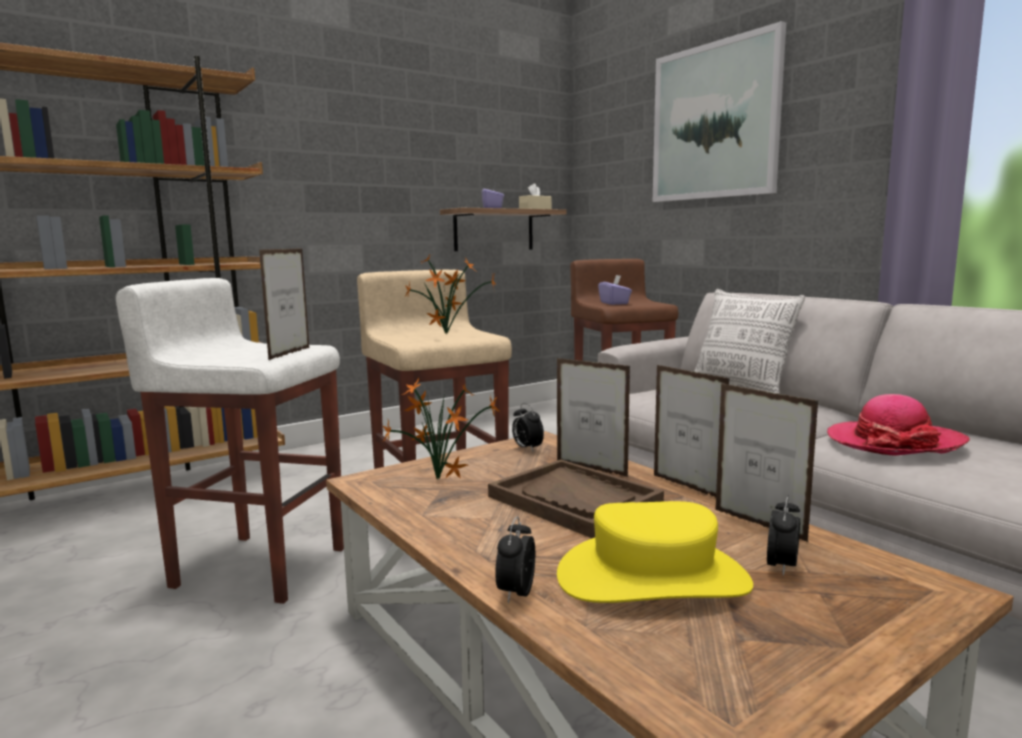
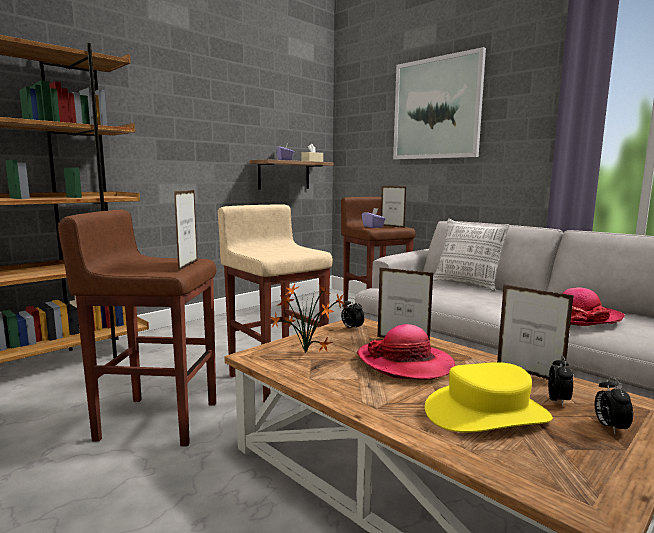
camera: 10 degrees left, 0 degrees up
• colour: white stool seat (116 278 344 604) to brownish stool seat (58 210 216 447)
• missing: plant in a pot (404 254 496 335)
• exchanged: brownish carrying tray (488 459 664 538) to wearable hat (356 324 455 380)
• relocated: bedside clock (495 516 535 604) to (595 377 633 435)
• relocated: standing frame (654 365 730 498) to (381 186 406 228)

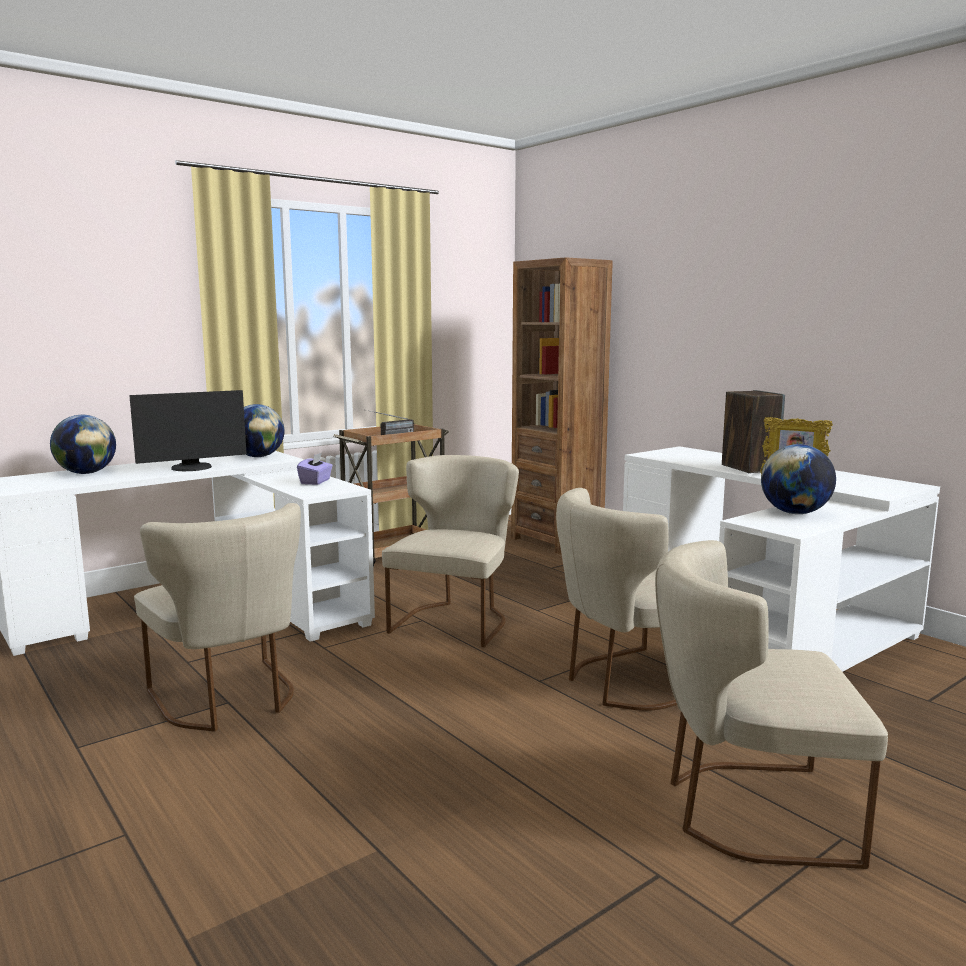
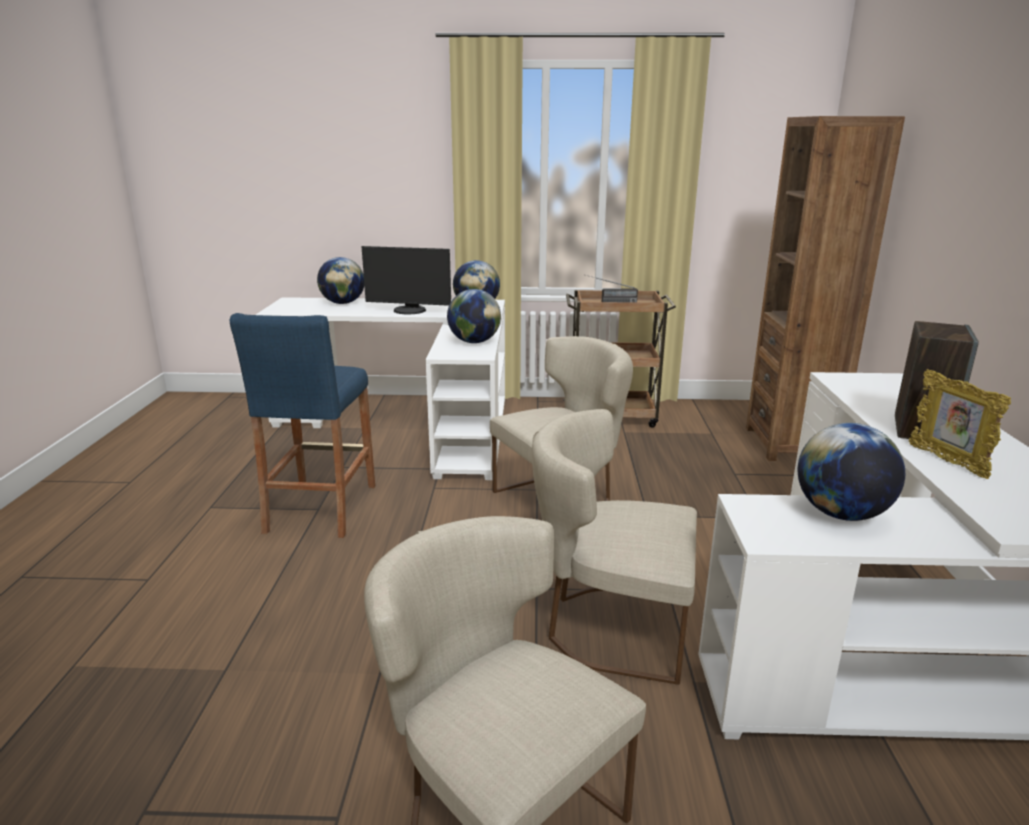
camera: 40 degrees right, 10 degrees up
• exchanged: sand-coloured chair (134 503 301 732) to bluish stool seat (230 313 375 538)
• exchanged: purple-coloured tissue holder (297 453 333 485) to desk globe (447 289 501 343)

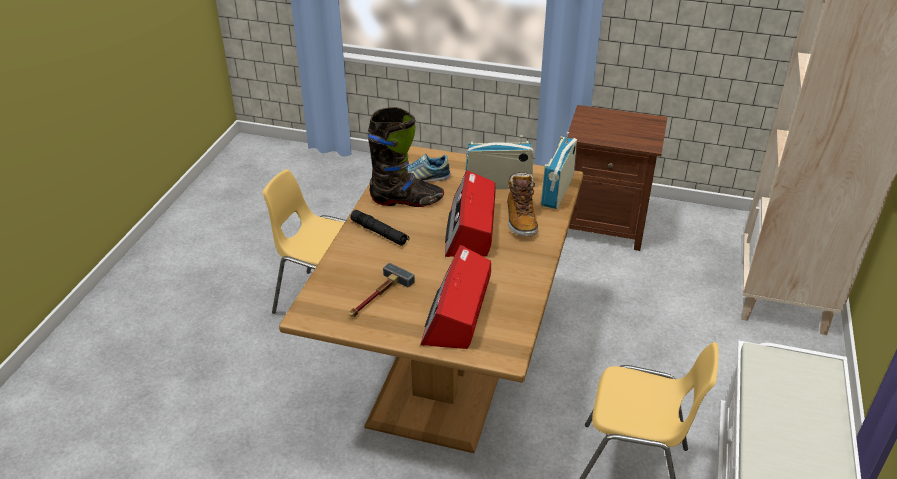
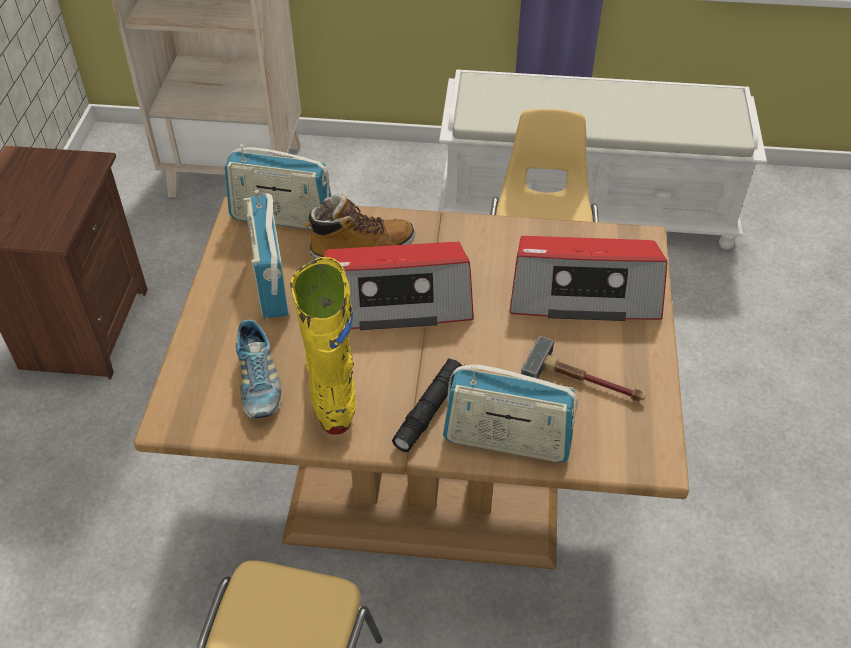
camera: 100 degrees left, 10 degrees up
• colour: black-coloured high-top boot (368 107 444 207) to yellow-coloured high-top boot (290 257 356 435)
• appeared: radio set (443 365 578 462)

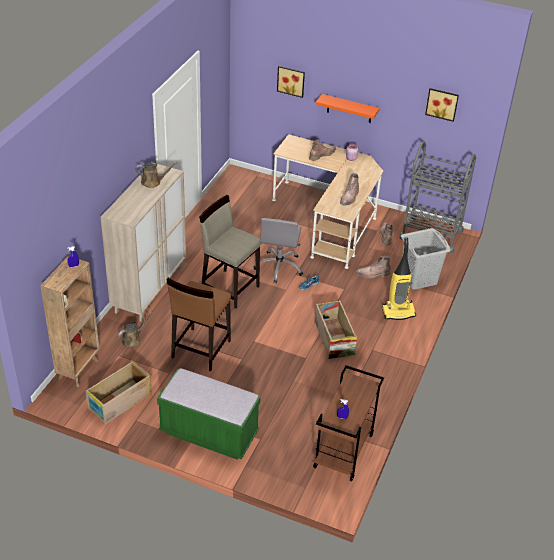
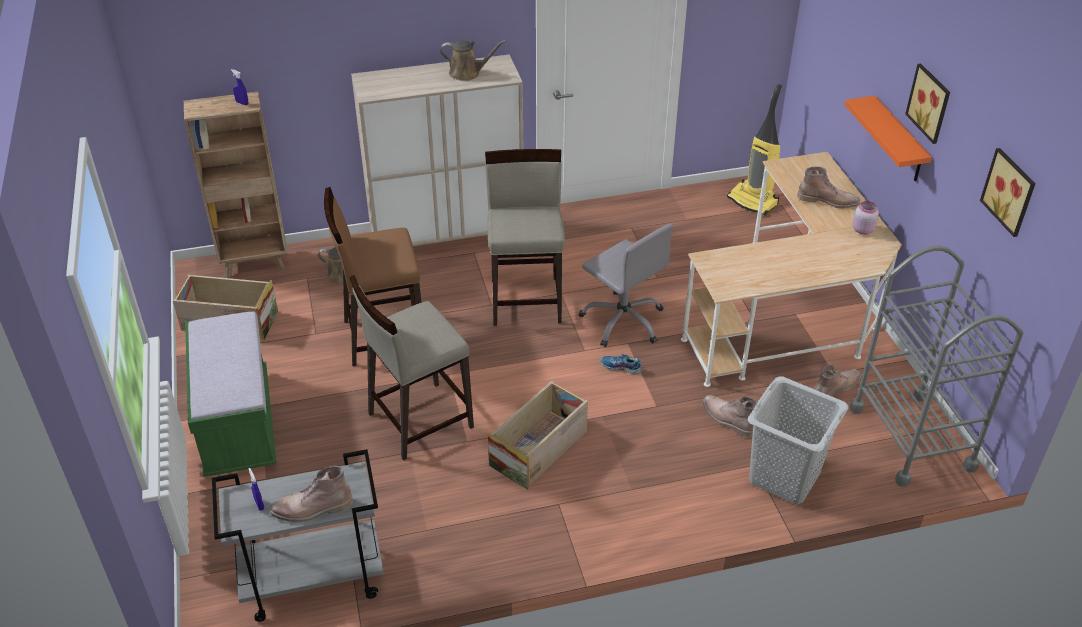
camera: 55 degrees right, 0 degrees up
• spun: brownish watering can (135 162 177 188) = (440 40 506 81) 45 degrees counterclockwise
• spun: greyish desk chair (254 218 303 283) = (579 223 673 347) 105 degrees counterclockwise
• relocated: wall art (277 66 305 98) to (905 64 950 144)
• colour: brownish wheeled cart (313 365 384 481) to greyish wheeled cart (212 449 384 622)
• relocated: brownish high-top boot (340 173 359 206) to (269 466 353 523)
• relocated: vacuum (382 237 416 320) to (727 84 782 216)
• appeared: sand-coloured stool seat (349 275 474 460)

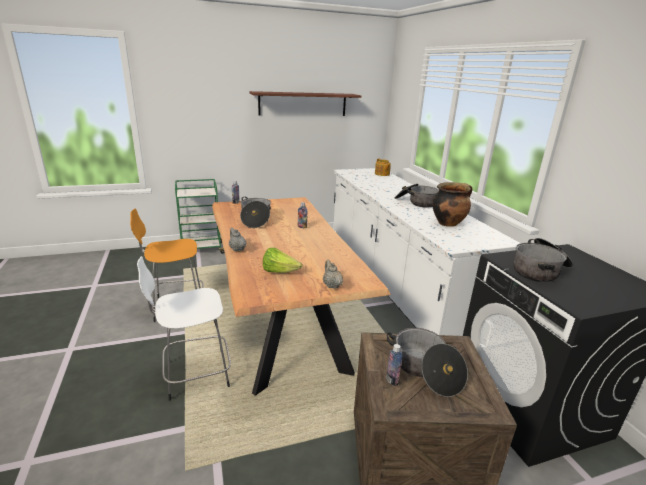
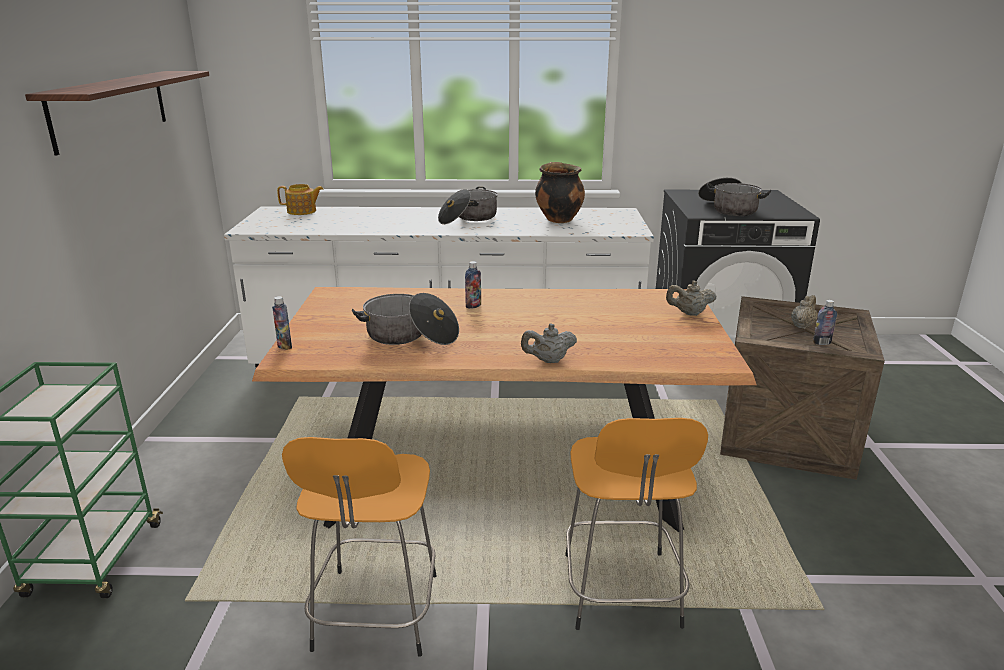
camera: 70 degrees left, 0 degrees up
• colour: white stool seat (137 256 231 401) to orange-coloured stool seat (565 418 708 630)
• missing: lettuce (263 248 302 273)
• exchanged: stockpot (387 328 468 397) to sand-coloured pot for tea (791 295 818 329)

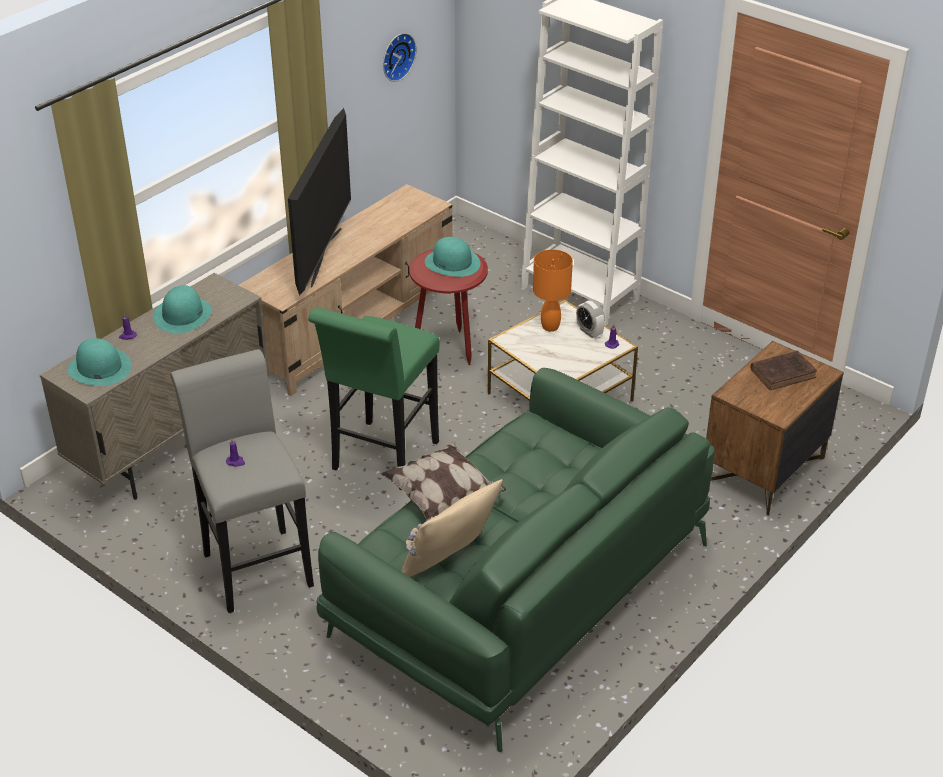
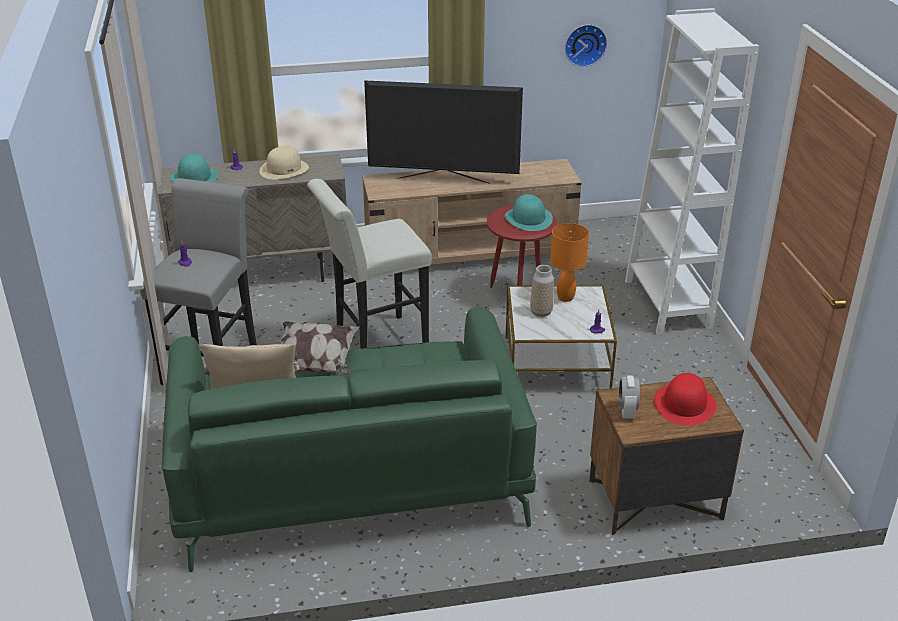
camera: 40 degrees right, 5 degrees down
• colour: turquoise-coloured wearable hat (153 285 212 333) to sand-coloured wearable hat (259 146 309 179)
• spun: TV (288 108 351 296) = (364 80 523 183) 45 degrees clockwise
• colour: greenish stool seat (308 307 440 491) to white stool seat (307 179 432 349)
• relocated: bedside clock (576 300 605 338) to (619 375 640 419)
• exchanged: brownish book (751 351 817 390) to reddish wearable hat (654 373 717 426)
• appeared: vase (530 265 554 317)

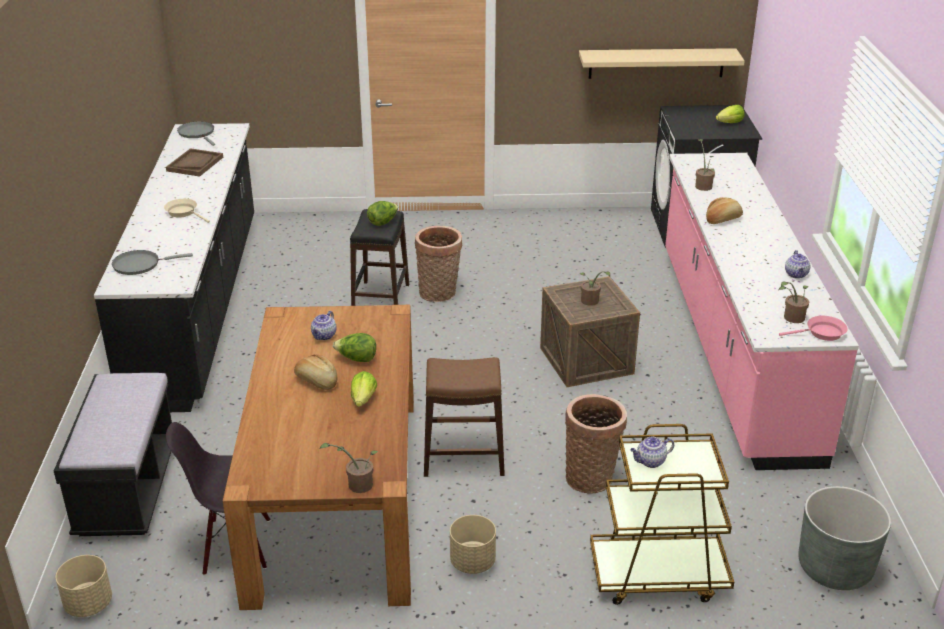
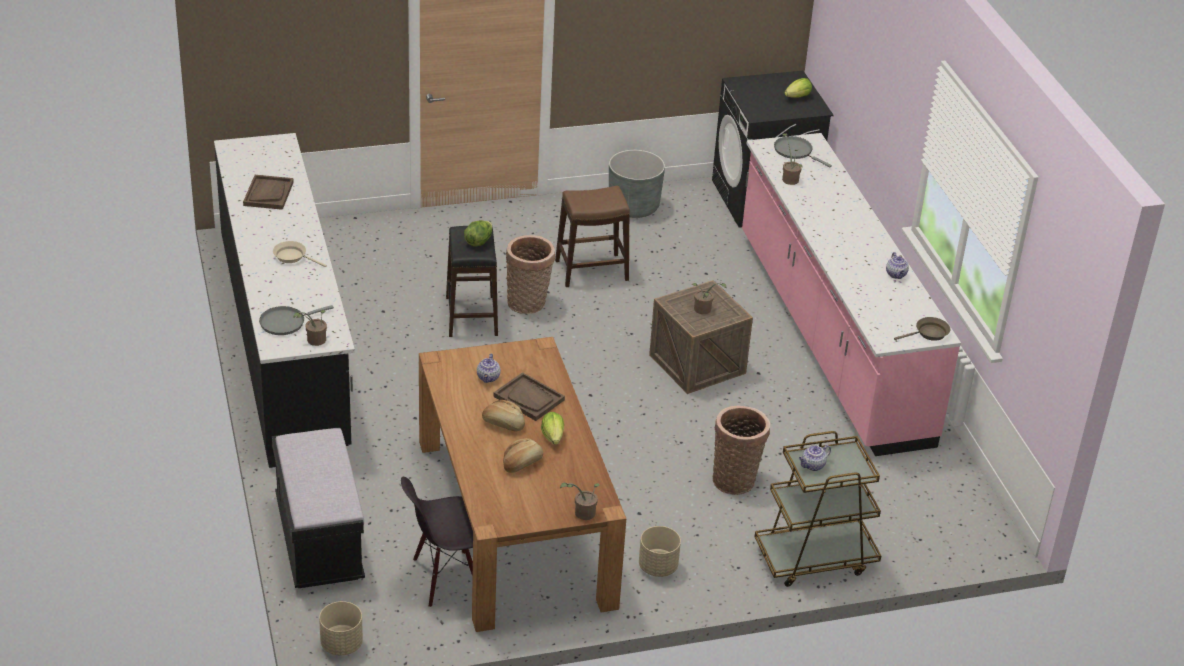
camera: 15 degrees left, 5 degrees up
• relocated: greyish pan (177 121 215 146) to (774 136 832 168)
• exchanged: lettuce (333 333 376 362) to brownish carrying tray (494 372 565 421)
• relocated: brownish stool seat (424 357 505 477) to (555 186 630 287)
• missing: sand-coloured shelf (579 48 745 79)
• relocated: bread (706 197 743 224) to (503 438 543 473)
• relocated: plant in a pot (779 282 809 323) to (294 310 327 346)
• colour: pink-coloured pan (779 316 848 341) to brownish pan (894 317 950 341)
• relocated: greyish flower pot (798 486 891 590) to (609 150 665 218)

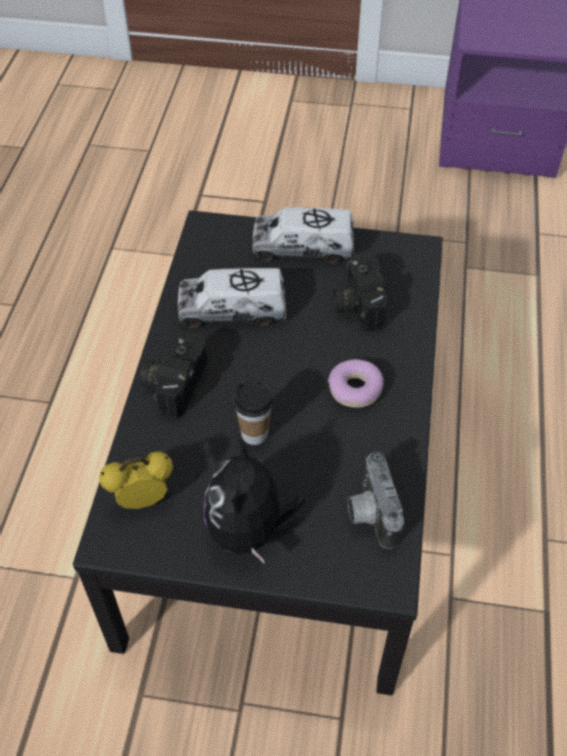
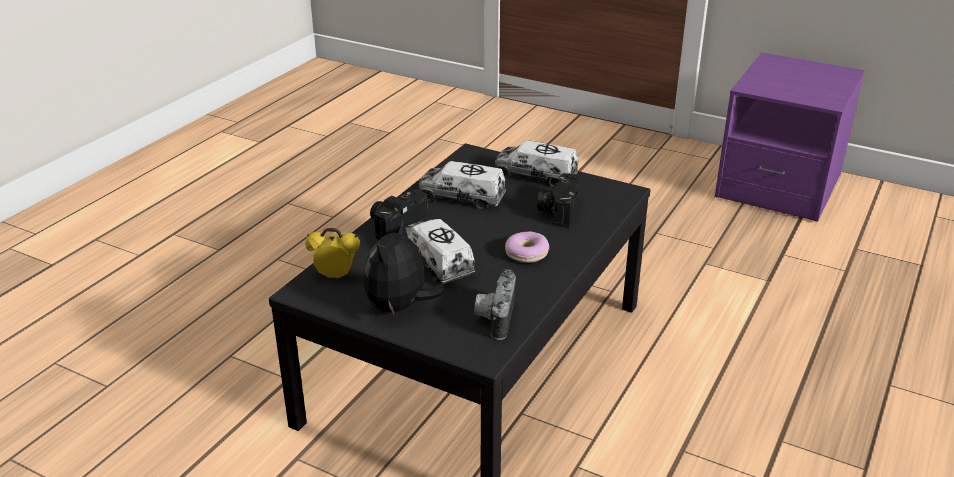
camera: 20 degrees right, 20 degrees down
• exchanged: drinking cup (234 380 273 445) to toy lorry (405 219 475 284)

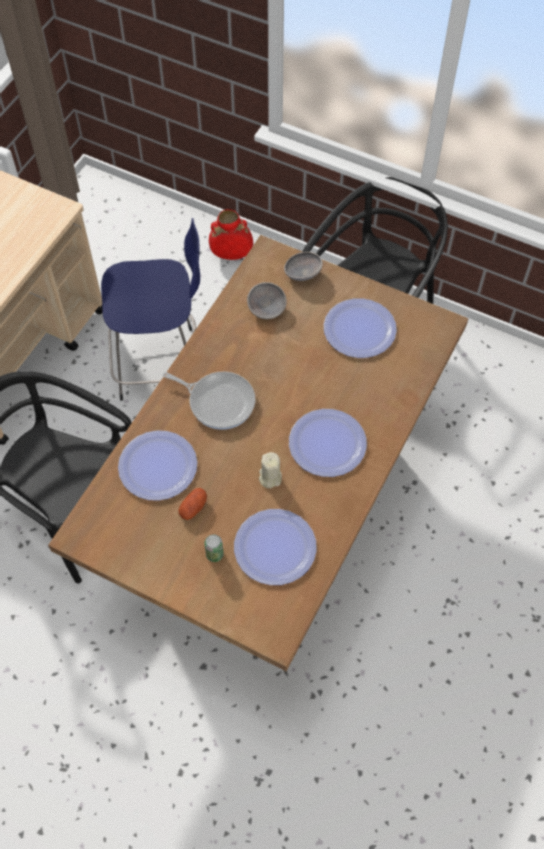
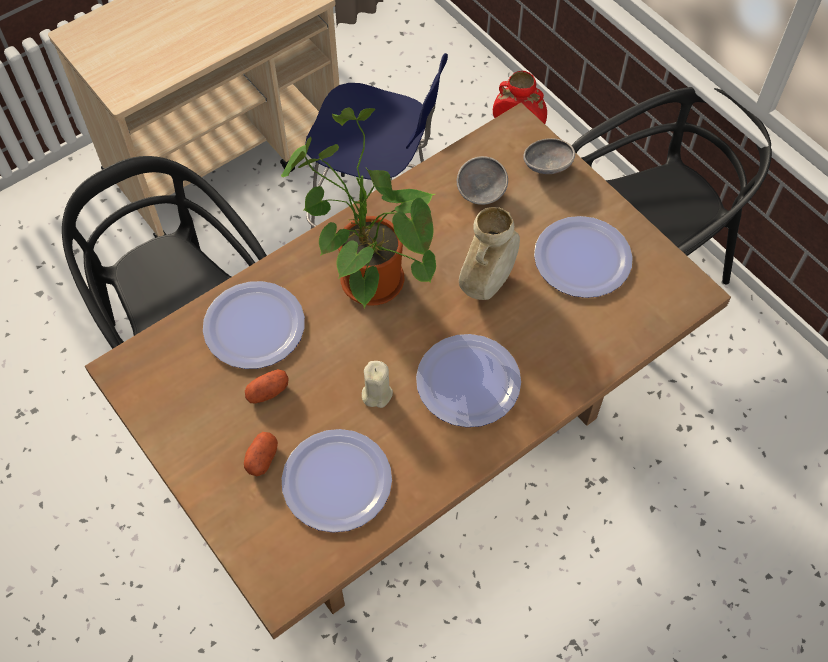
camera: 25 degrees right, 0 degrees up
• exchanged: pan (163 372 255 430) to plant in a pot (281 107 436 308)
• exchanged: sealed can (204 534 224 562) to whole potato (244 432 278 476)
• appeared: sand-coloured vase (459 207 520 300)

